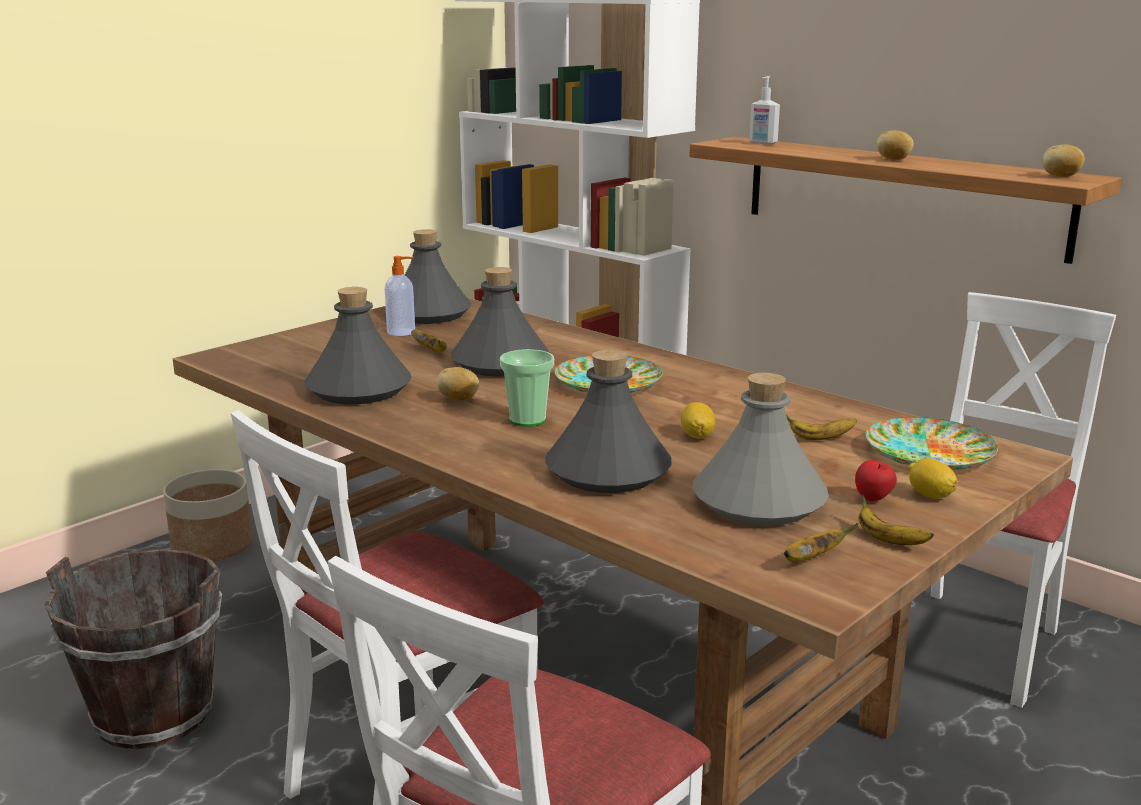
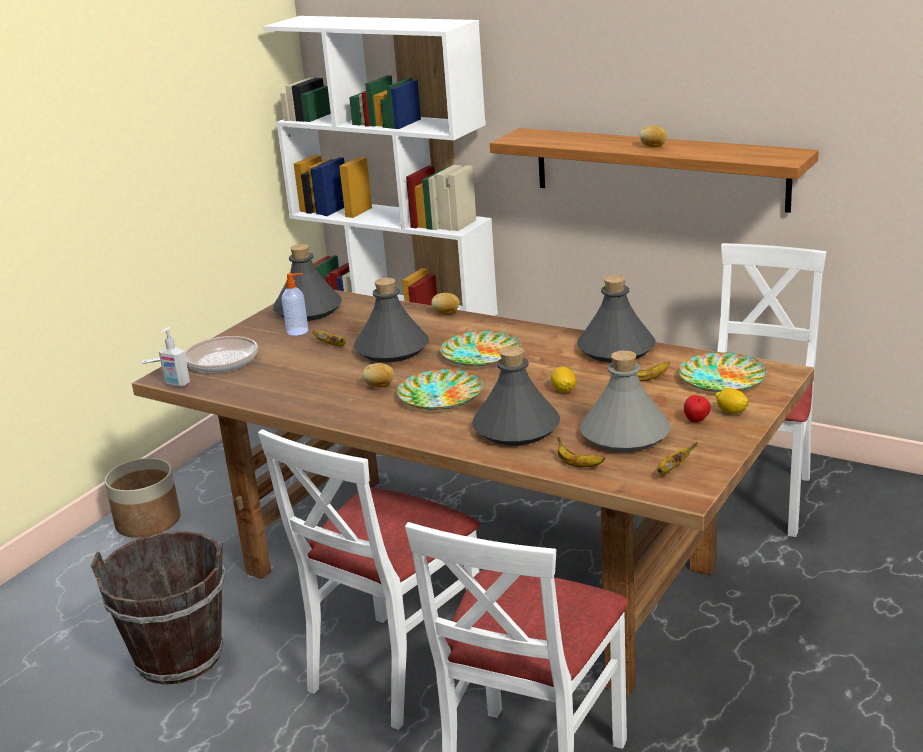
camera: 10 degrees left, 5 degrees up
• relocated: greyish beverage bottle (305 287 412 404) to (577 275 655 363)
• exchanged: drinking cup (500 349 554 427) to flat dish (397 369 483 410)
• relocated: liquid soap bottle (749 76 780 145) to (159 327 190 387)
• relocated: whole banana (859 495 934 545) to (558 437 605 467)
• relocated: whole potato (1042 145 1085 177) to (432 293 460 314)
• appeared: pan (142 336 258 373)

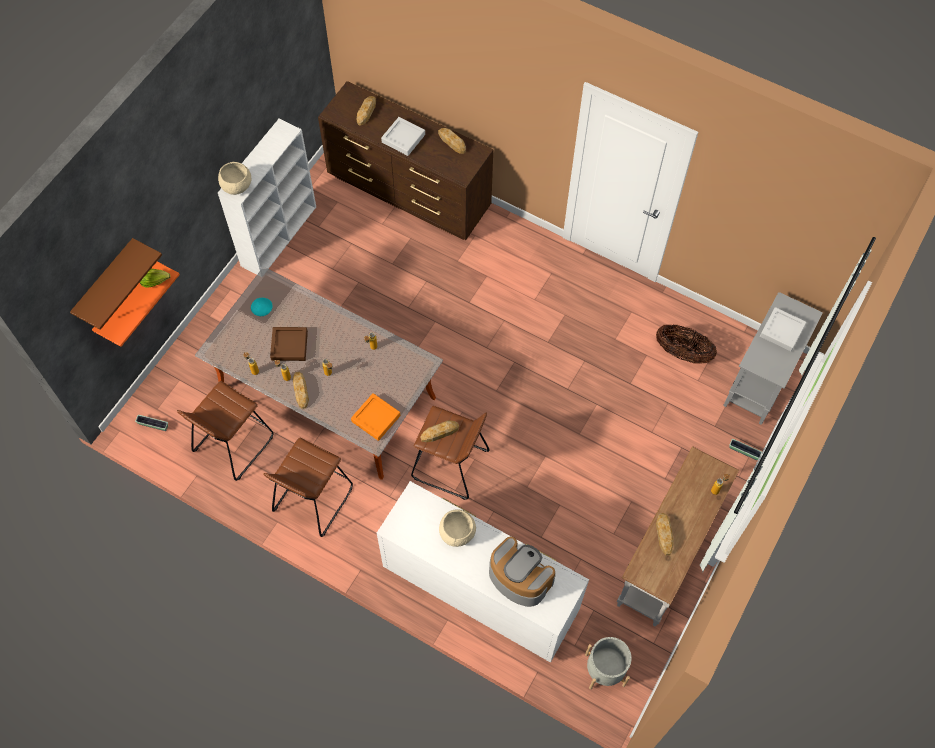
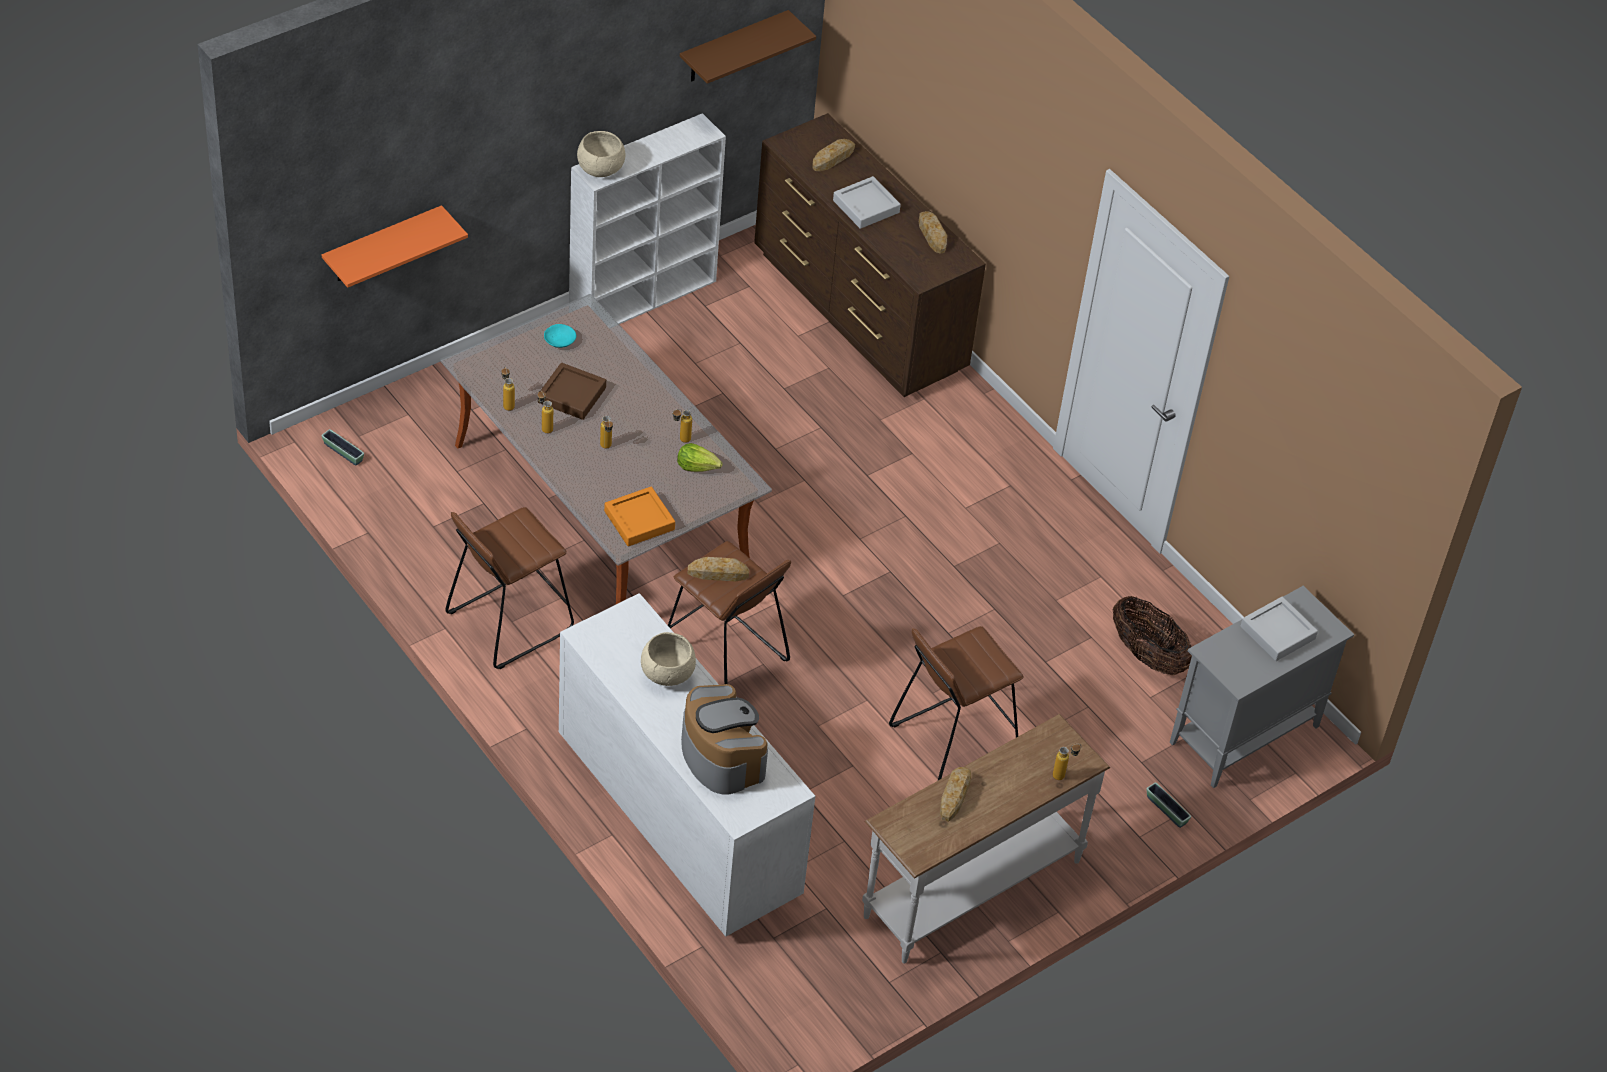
camera: 20 degrees right, 15 degrees down
• relocated: brownish shelf (70 238 162 330) to (680 10 816 84)
• relocated: lettuce (140 269 170 288) to (677 443 722 472)
• relocated: brownish stool seat (177 381 273 481) to (889 626 1024 780)
• missing: bread (293 372 309 409)
• missing: greyish flower pot (585 637 632 689)

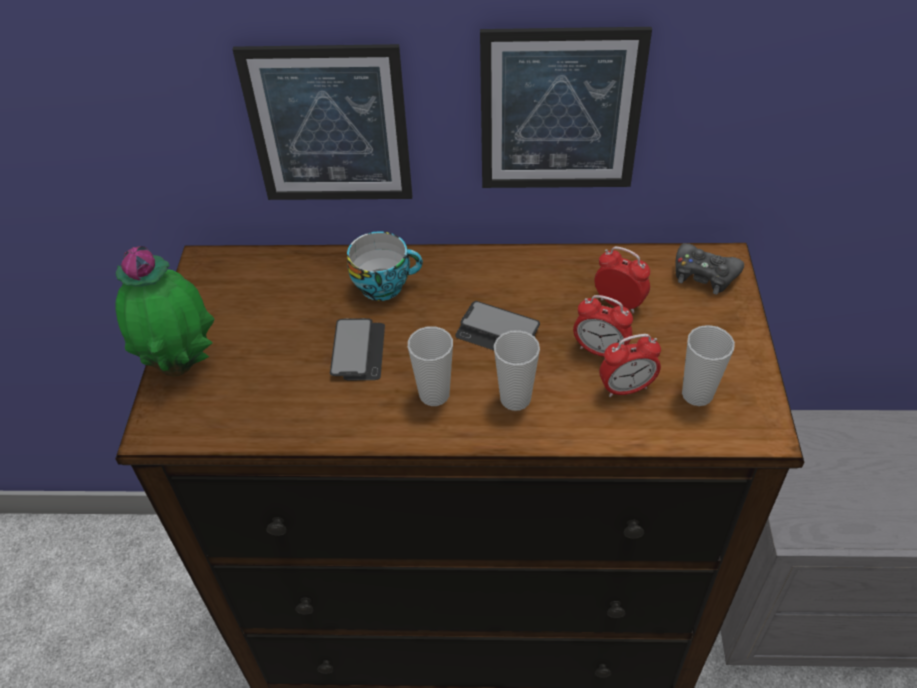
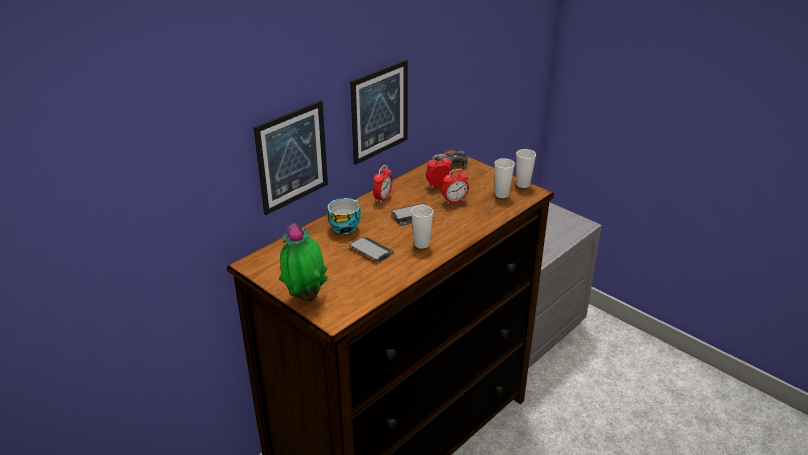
camera: 50 degrees left, 15 degrees down
• relocated: drinking cup (494 330 540 411) to (516 149 536 188)
• relocated: bedside clock (599 334 661 397) to (373 165 393 203)

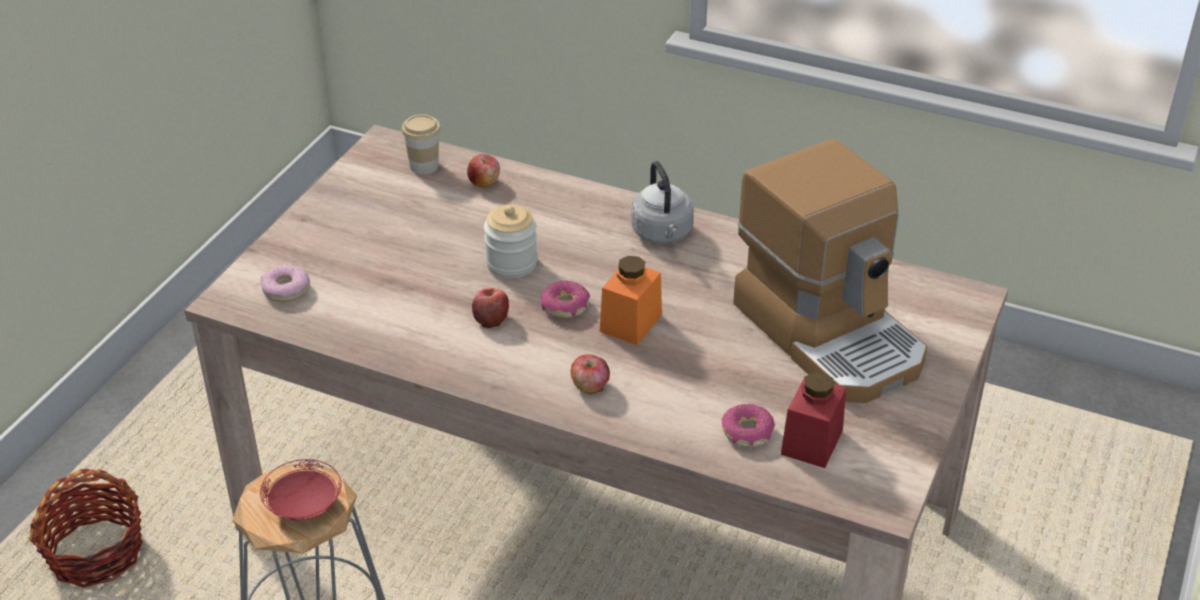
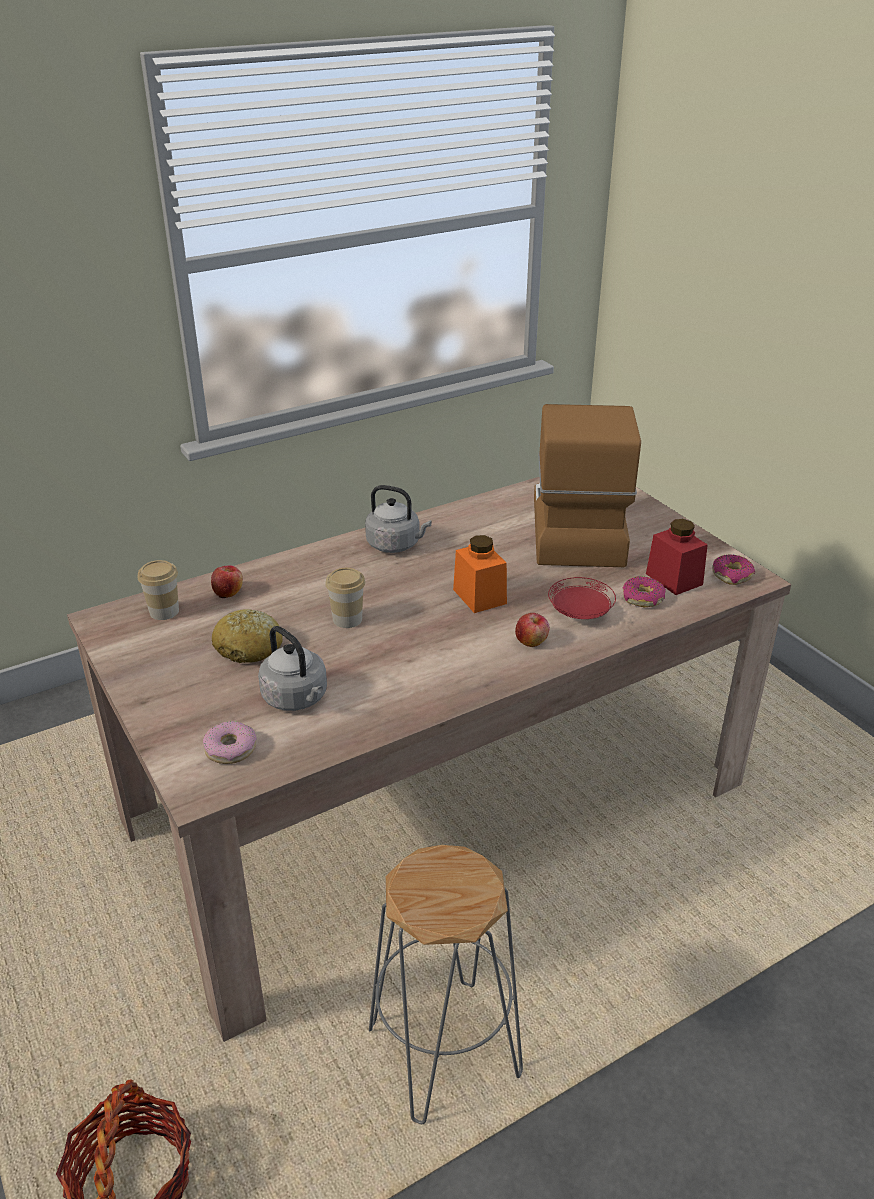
camera: 55 degrees left, 5 degrees down
• relocated: reddish flat dish (260 459 341 521) to (548 577 616 619)
• missing: apple fruit (472 288 509 328)
• exchanged: storage jar (484 204 537 278) to drinking cup (325 568 365 628)
• relocated: doughnut (541 280 590 318) to (712 554 755 585)
• spun: coffee maker (733 139 927 403) = (534 404 641 567) 90 degrees counterclockwise
• appeared: bread (212 609 283 663)
• appeared: greyish water kettle (258 626 327 711)

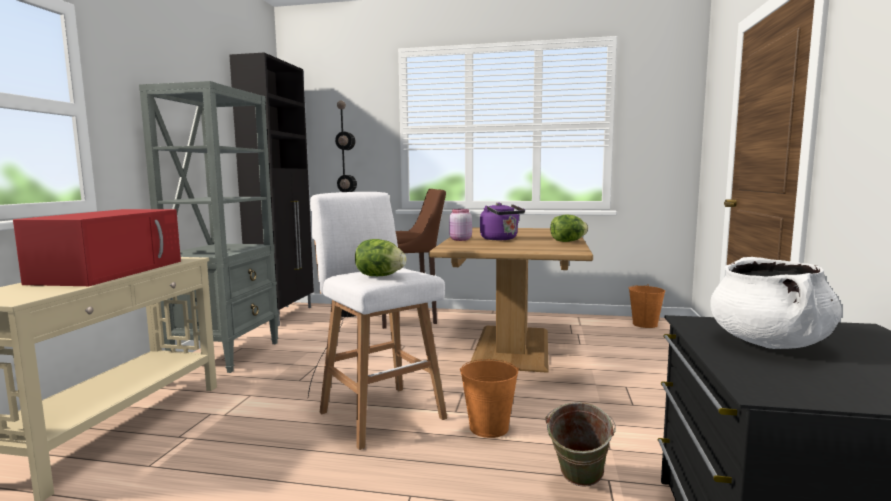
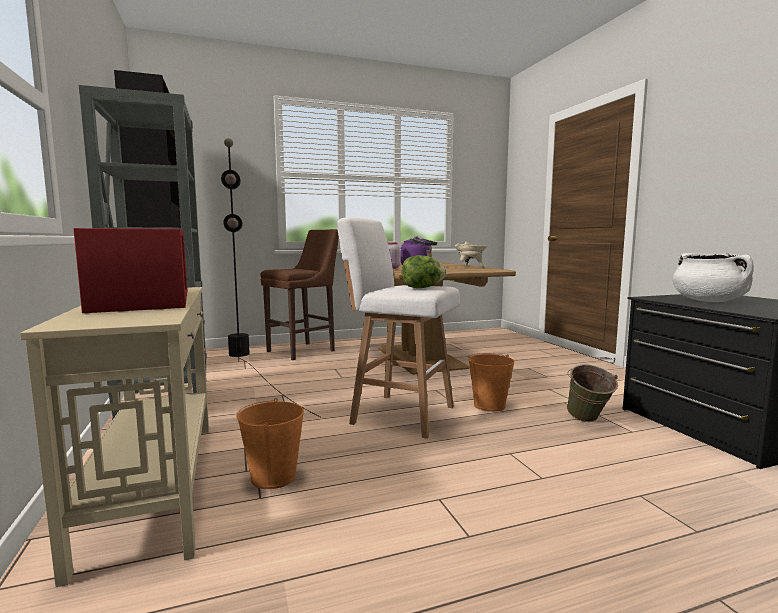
camera: 30 degrees left, 0 degrees up
• exchanged: lettuce (550 214 588 242) to sand-coloured stockpot (455 242 487 267)
• relocated: orange-coloured bucket (629 284 665 328) to (236 398 304 489)

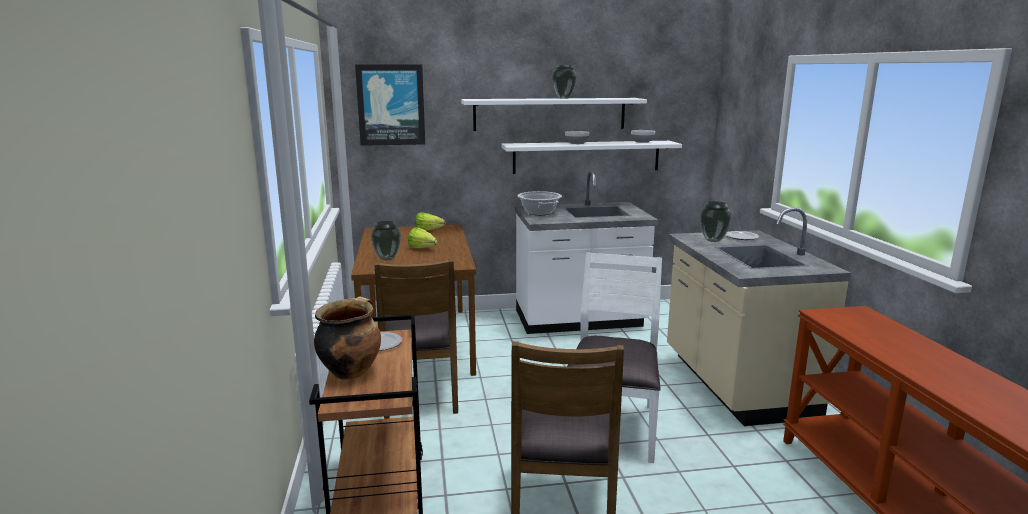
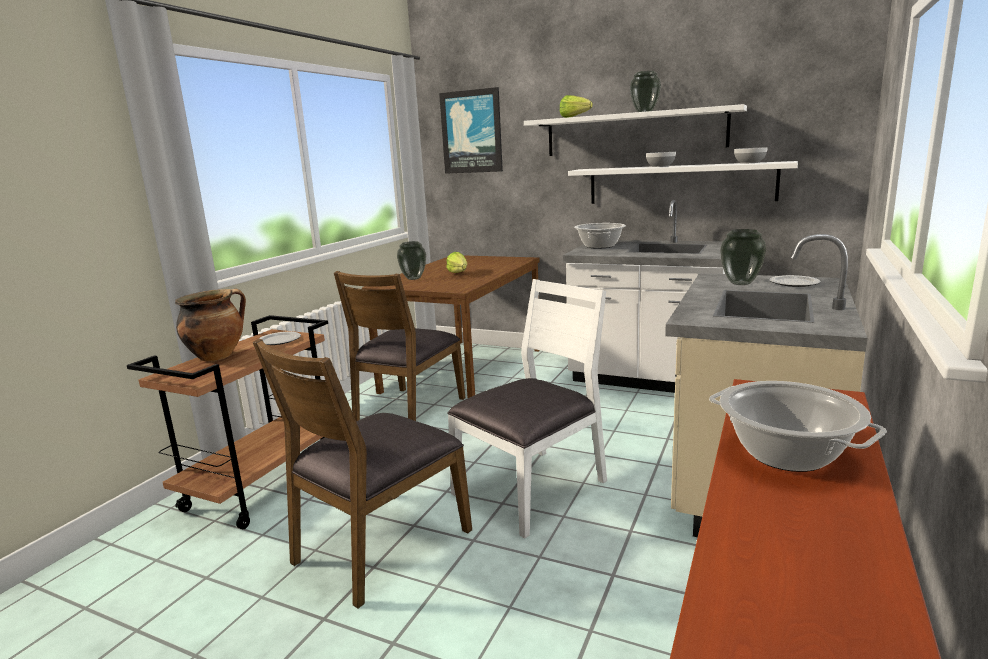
camera: 35 degrees right, 0 degrees up
• relocated: lettuce (415 212 446 231) to (560 95 593 118)
• appeared: stockpot (709 381 887 472)

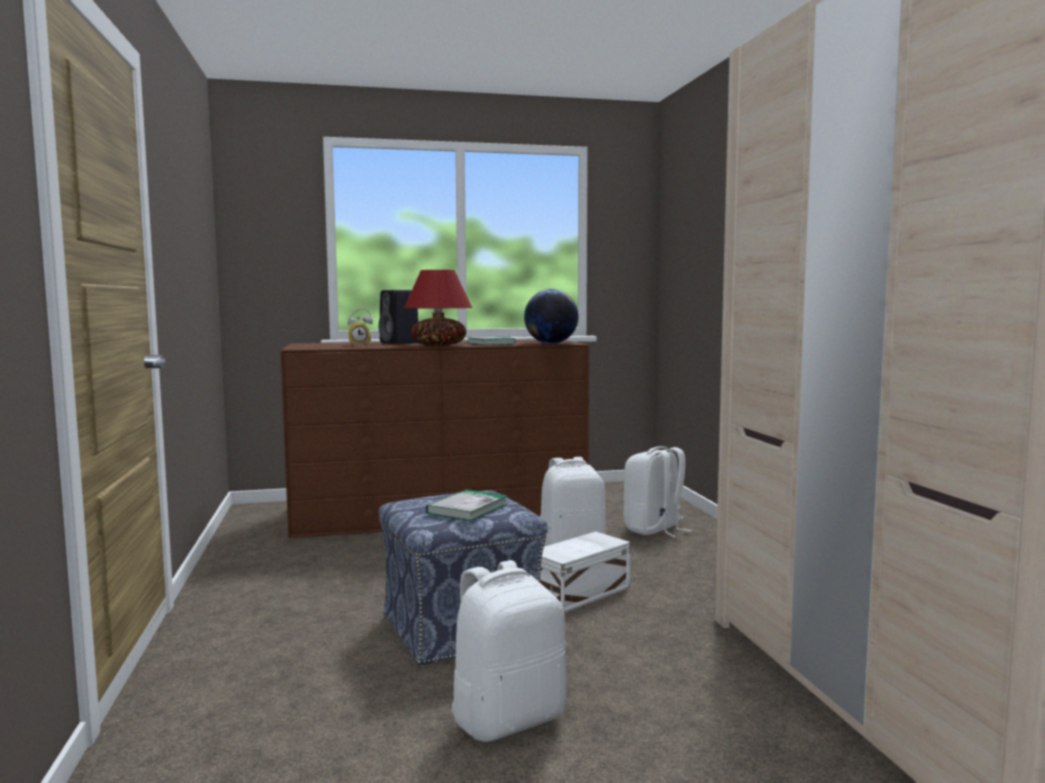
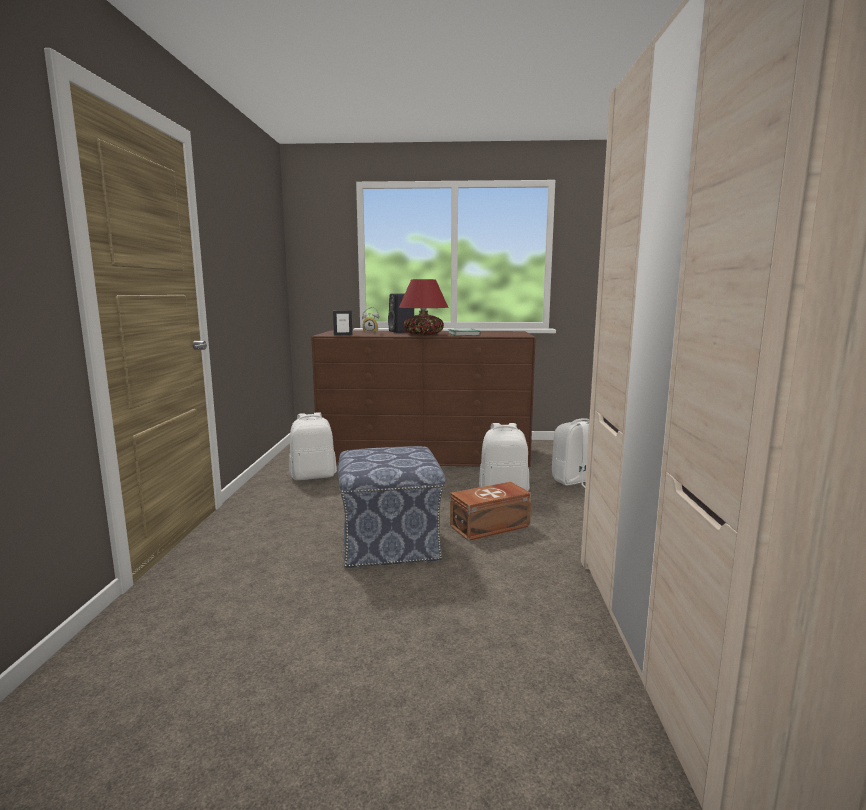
camera: 15 degrees right, 5 degrees up
• missing: book (426 489 508 521)
• relocated: white rucksack (452 560 566 742) to (289 412 337 480)
• missing: desk globe (524 289 579 344)
• colour: white storage bin (540 532 631 612) to brownish storage bin (450 482 531 541)
• appeared: standing frame (333 311 352 336)

